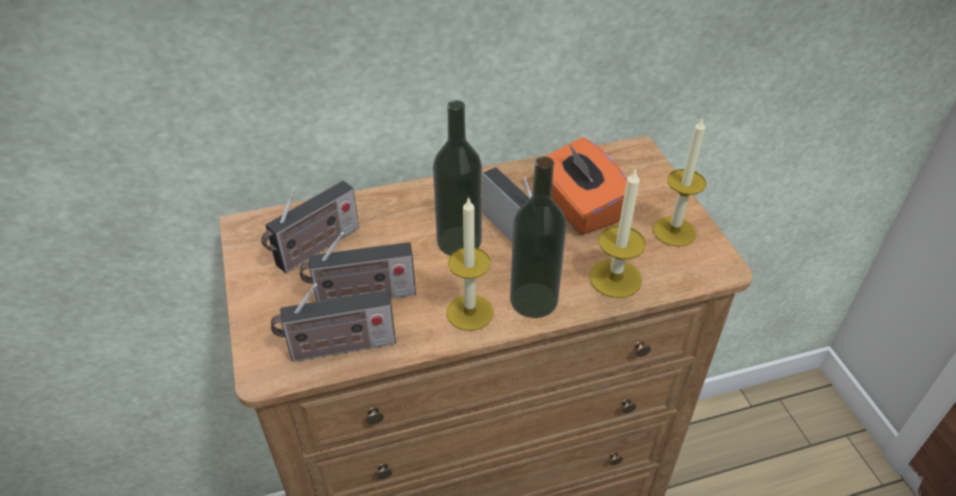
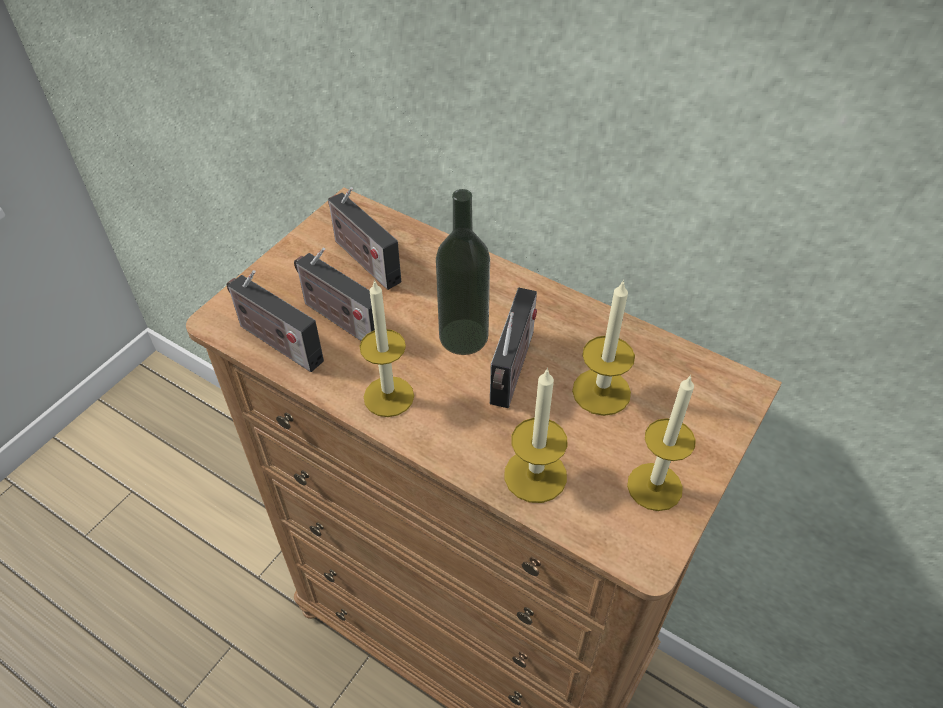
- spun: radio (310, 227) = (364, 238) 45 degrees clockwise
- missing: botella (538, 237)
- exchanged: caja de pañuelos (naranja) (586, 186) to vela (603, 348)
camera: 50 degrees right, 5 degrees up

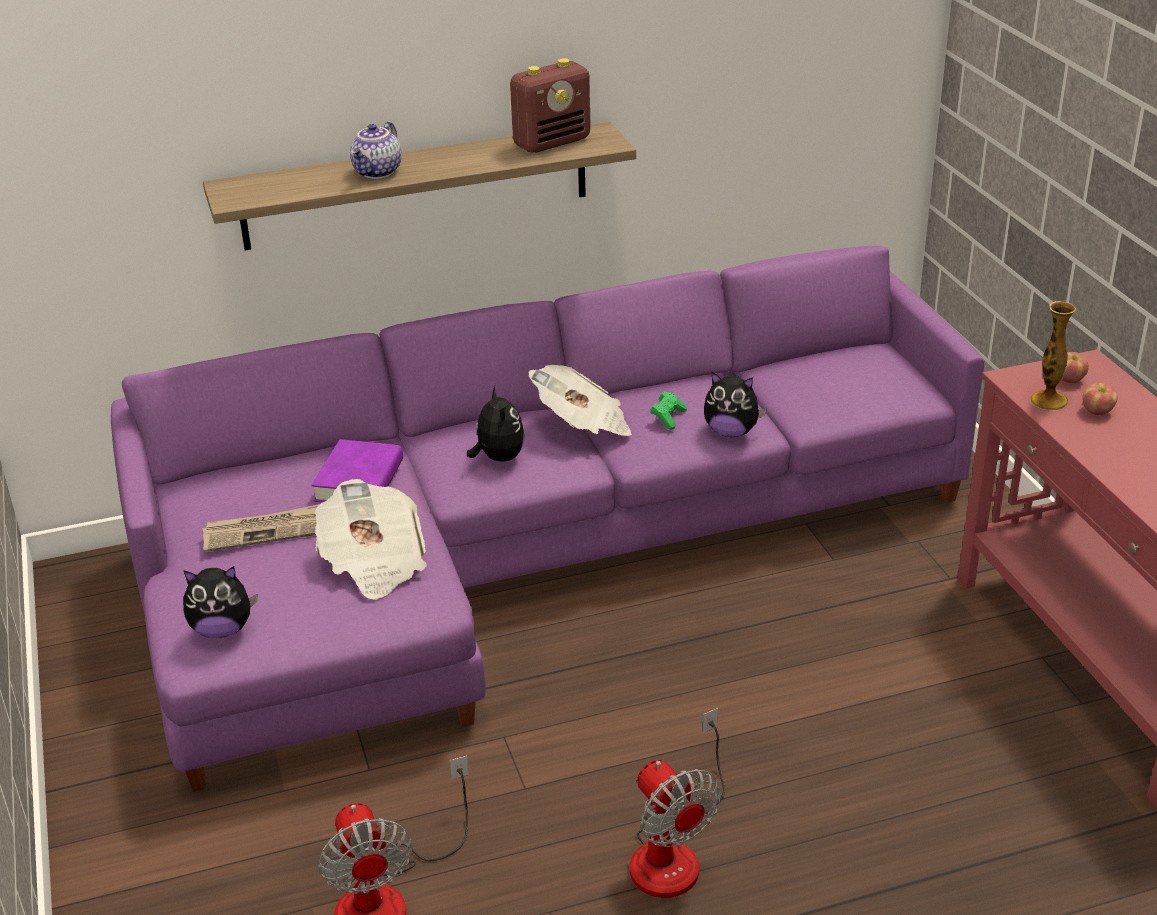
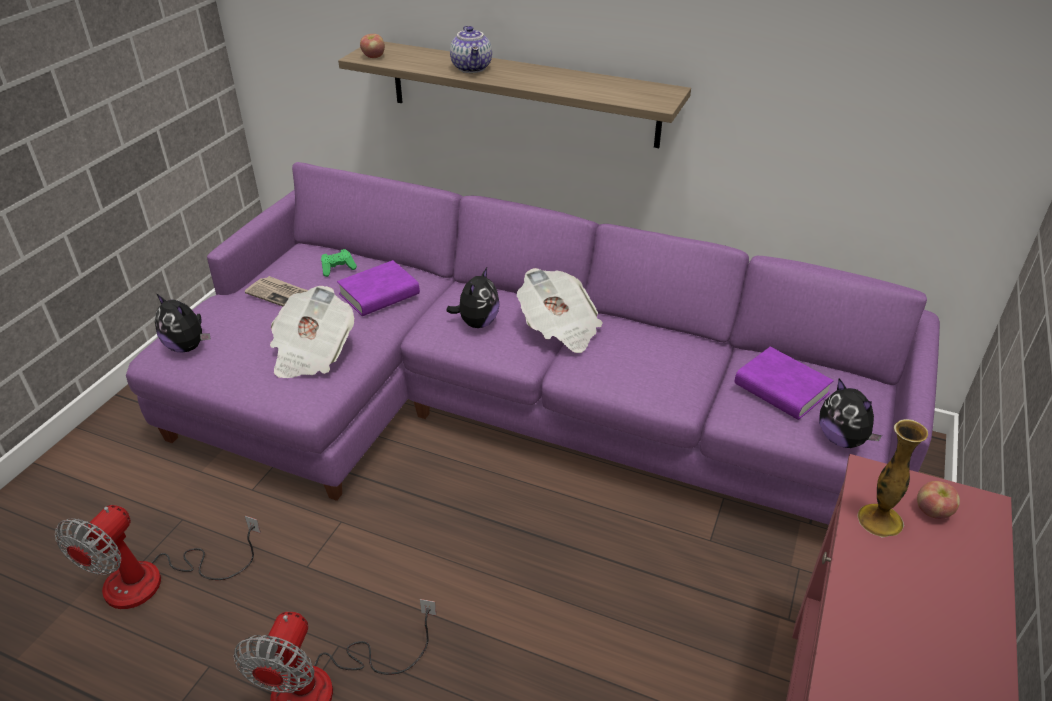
- spun: tetera (375, 150) = (471, 49) 75 degrees counterclockwise
- missing: radio (550, 105)
- relocated: mando de consola (verde) (668, 410) to (339, 263)
- relocated: peluche (735, 404) to (850, 413)
- relocated: manzana (1100, 399) to (372, 46)
- appeared: libro (morado) (784, 383)
camera: 40 degrees right, 5 degrees up

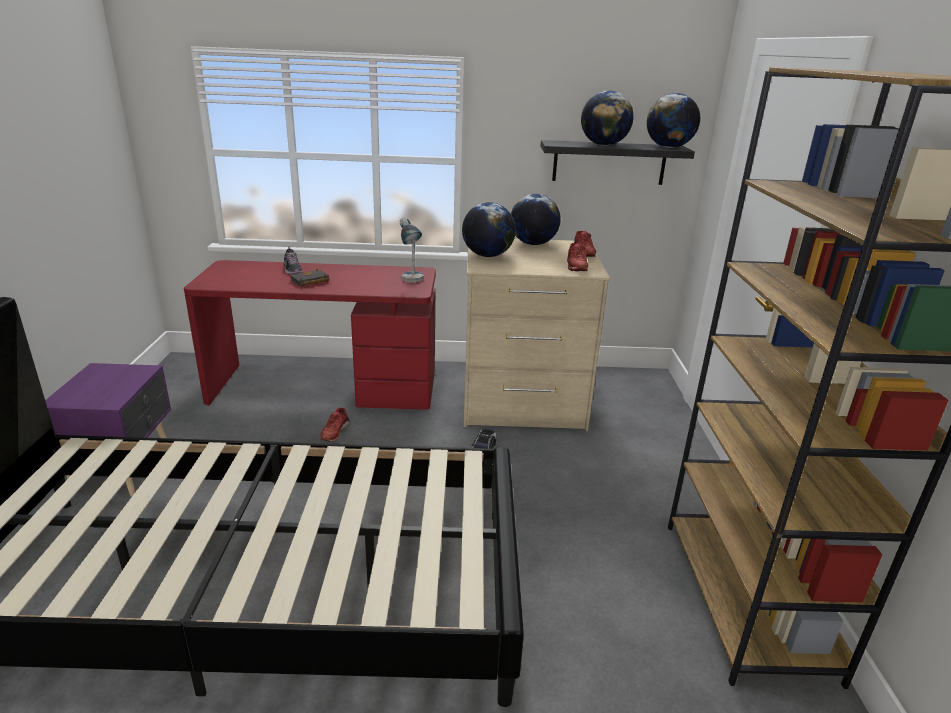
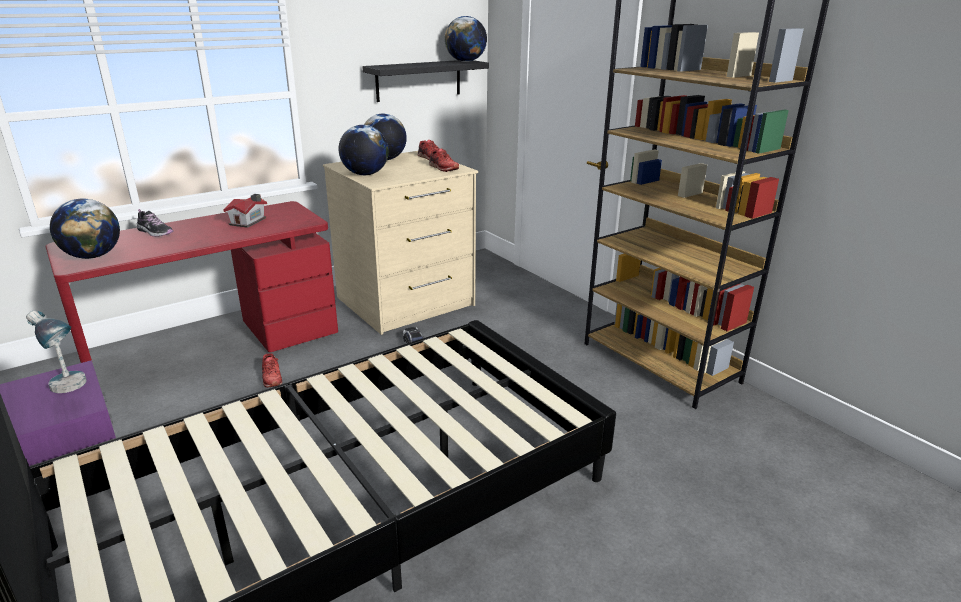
- missing: libro (negro) (309, 278)
- relocated: lámpara de mesa (411, 250) to (56, 352)
- relocated: globo terráqueo (607, 118) to (85, 229)
- appeared: casita (245, 211)
camera: 35 degrees left, 0 degrees up

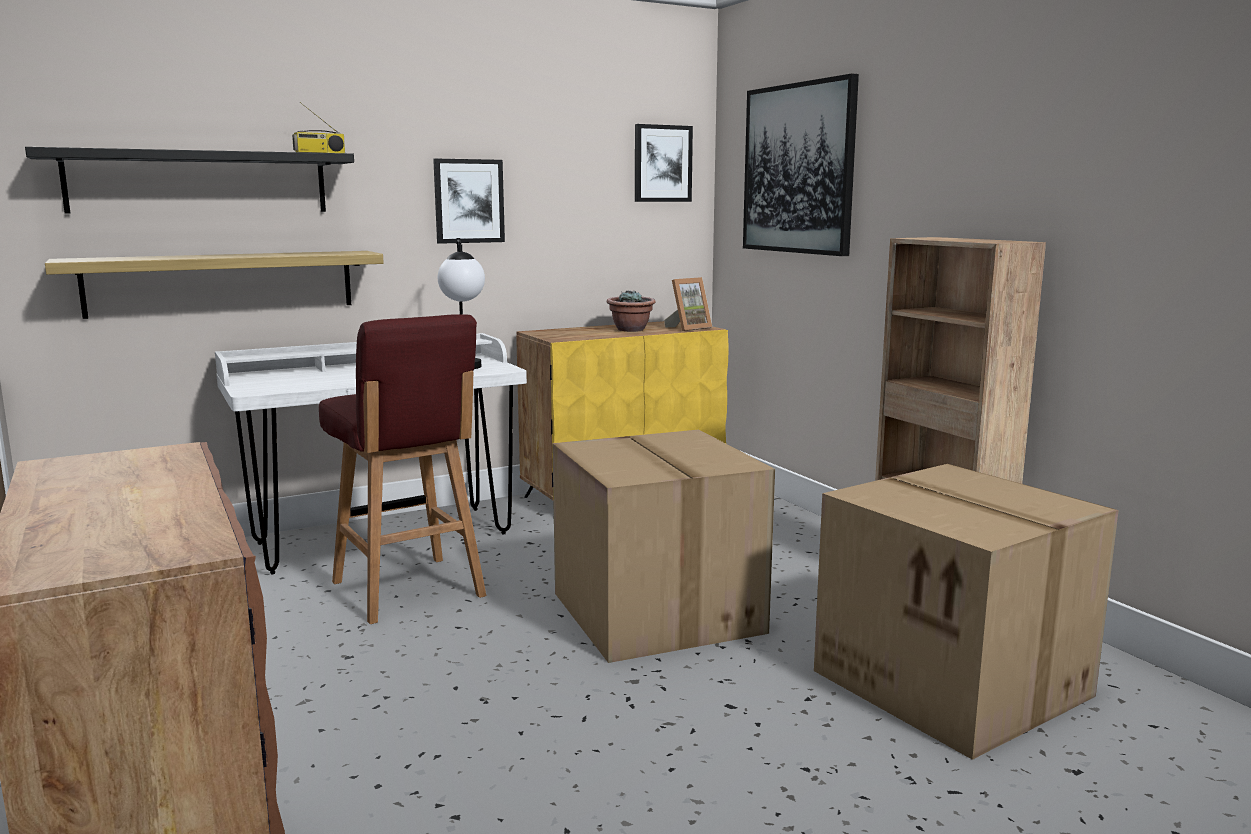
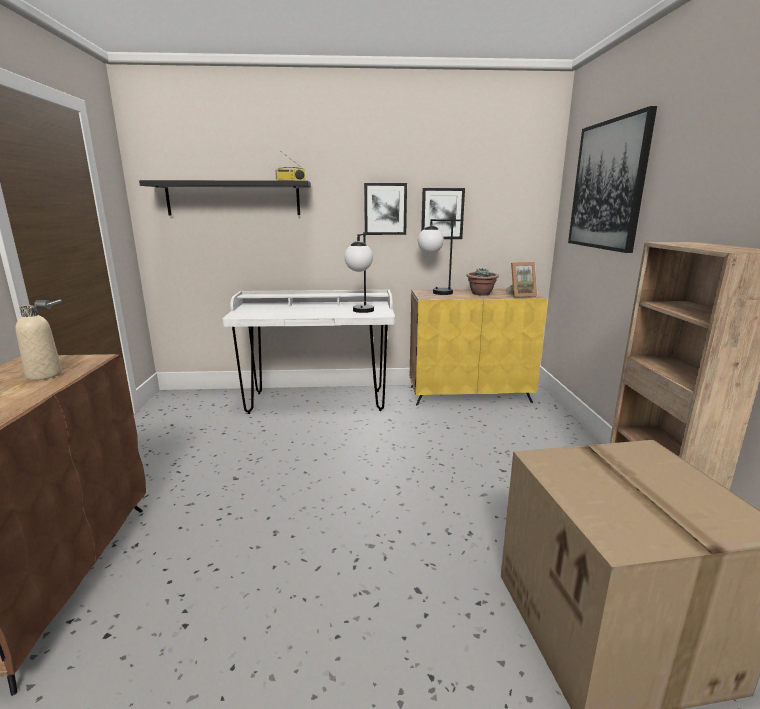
- missing: estante (214, 285)
- missing: taburete (rojo) (402, 469)
- missing: caja de cartón (663, 546)
- relocated: cuadro (664, 163) to (443, 213)
- appeared: botella (beis) (39, 342)
- appeared: lámpara de mesa (439, 257)
camera: 25 degrees right, 5 degrees up

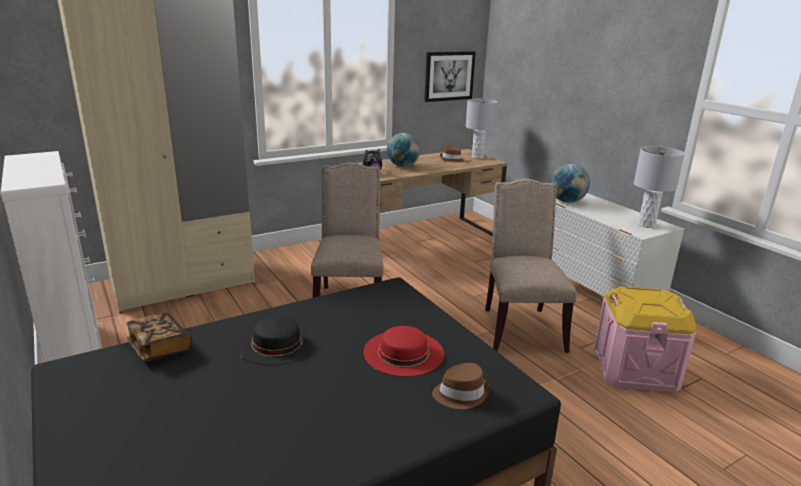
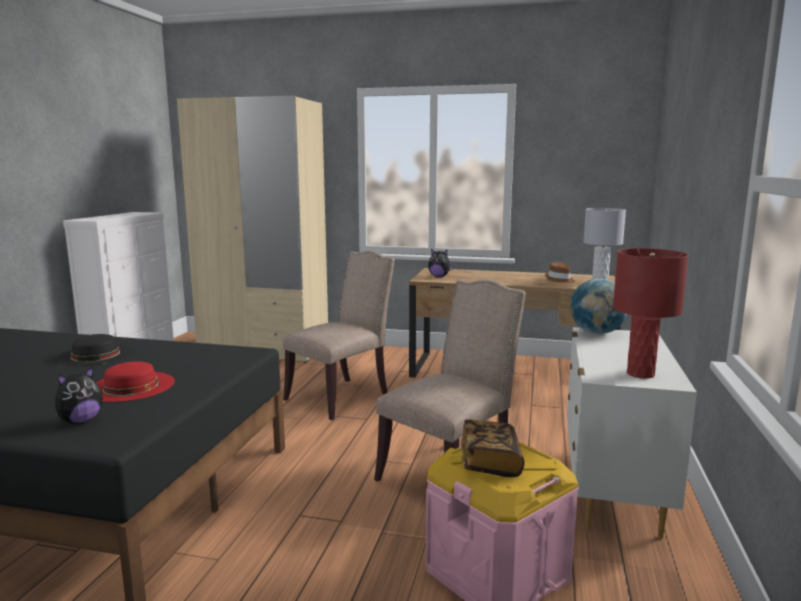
- relocated: libro (159, 337) to (492, 448)
- missing: globo terráqueo (403, 150)
- missing: cuadro (450, 76)
- exchanged: sombrero (marrón) (461, 386) to peluche (79, 395)
- colour: lámpara de mesa (gris) (659, 187) to lámpara de mesa (rojo) (651, 313)
camera: 45 degrees right, 10 degrees down

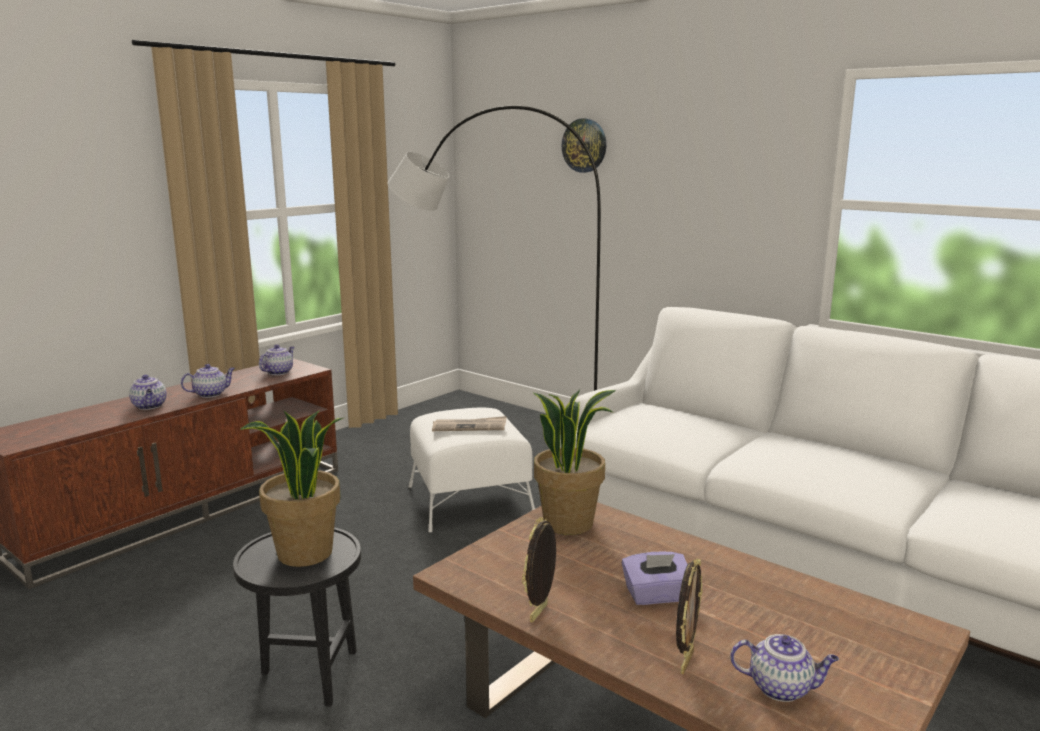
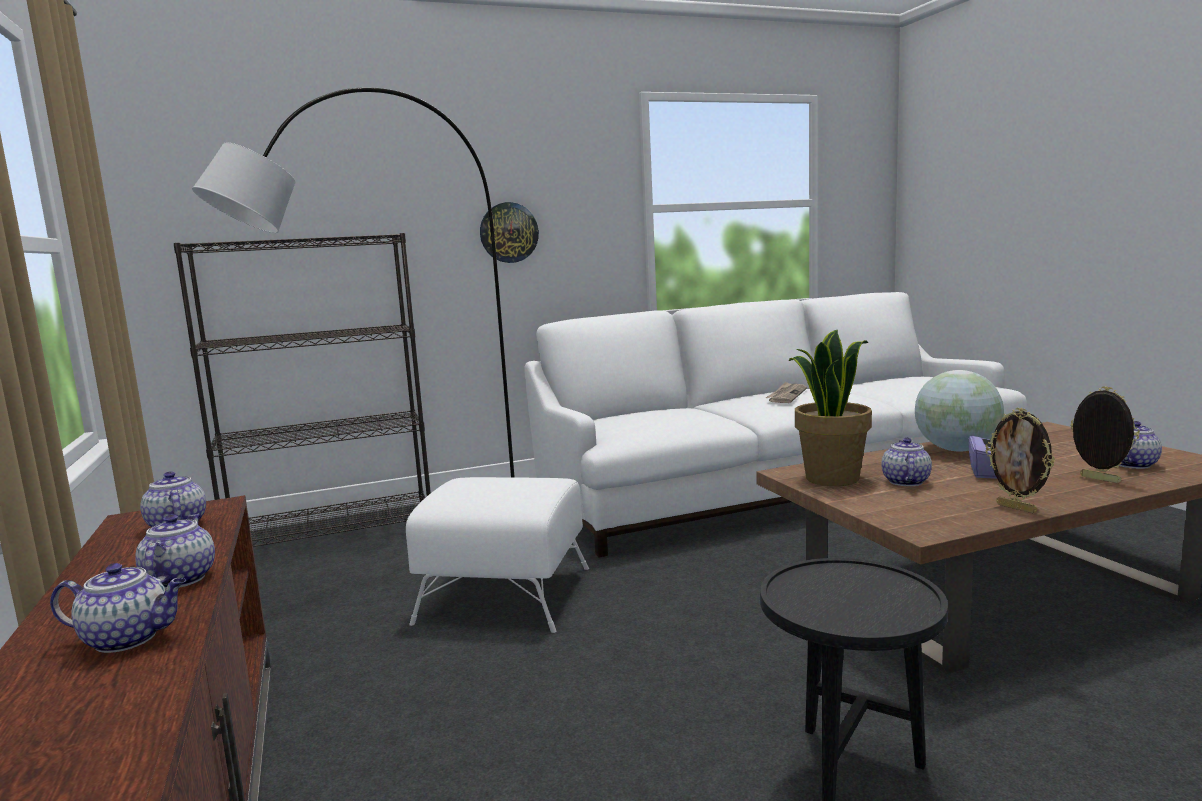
- missing: planta en maceta (291, 489)
- relocated: periódico (469, 423) to (786, 392)
- relocated: reloj de pared (583, 145) to (509, 232)
- appeared: estantería (negro) (302, 390)
- appeared: tetera (906, 462)
- appeared: globo terráqueo (959, 411)
camera: 60 degrees left, 5 degrees down

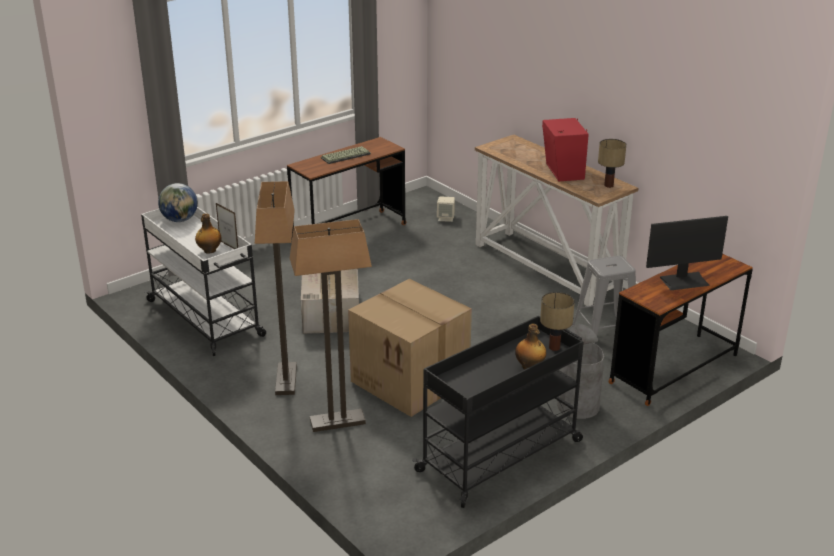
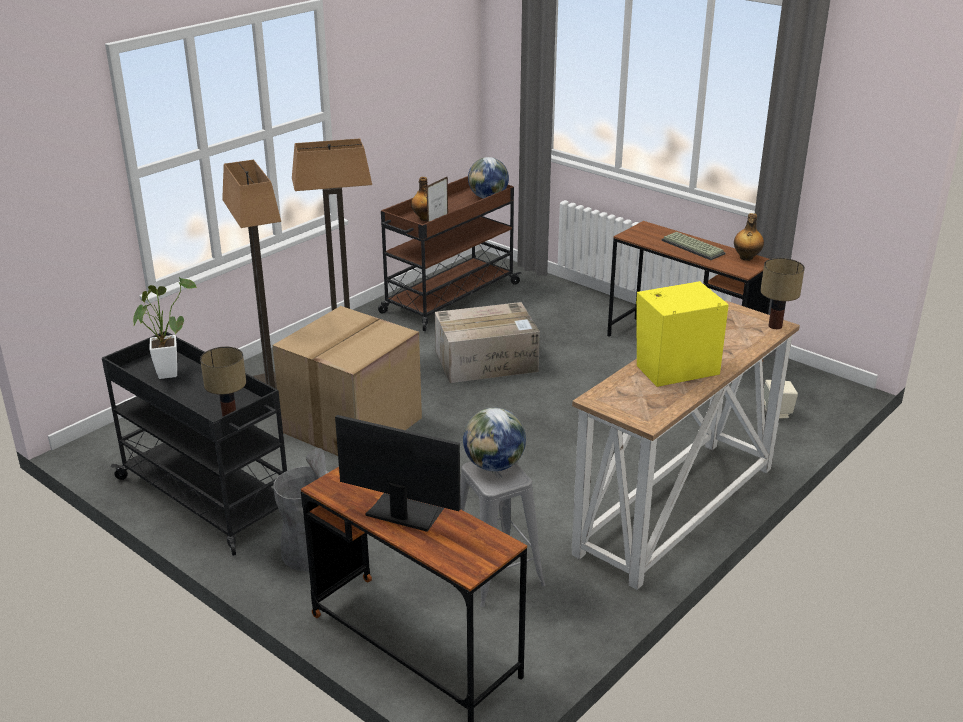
- colour: carrito (blanco) (203, 281) to carrito (marrón) (450, 253)
- relocated: botella (530, 346) to (749, 237)
- colour: altavoz (rojo) (565, 149) to altavoz (amarillo) (682, 334)
- relocated: lámpara de mesa (612, 163) to (782, 293)
- spun: monitor (687, 253) = (398, 473) 135 degrees clockwise
- appeared: planta en maceta (165, 328)
- appeared: globo terráqueo (494, 439)
camera: 80 degrees right, 0 degrees up

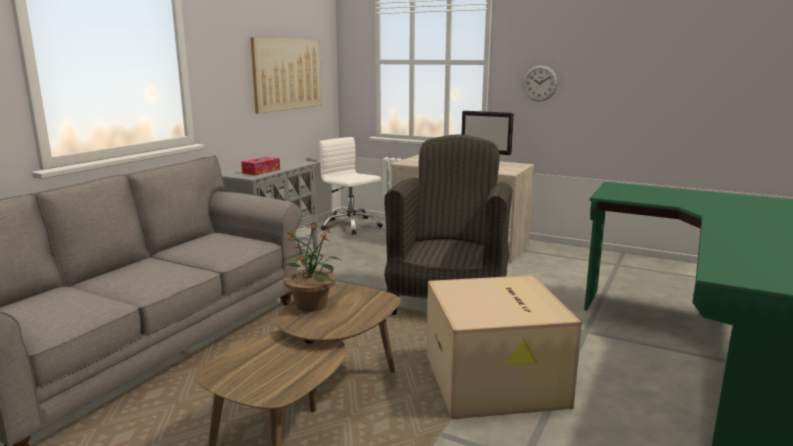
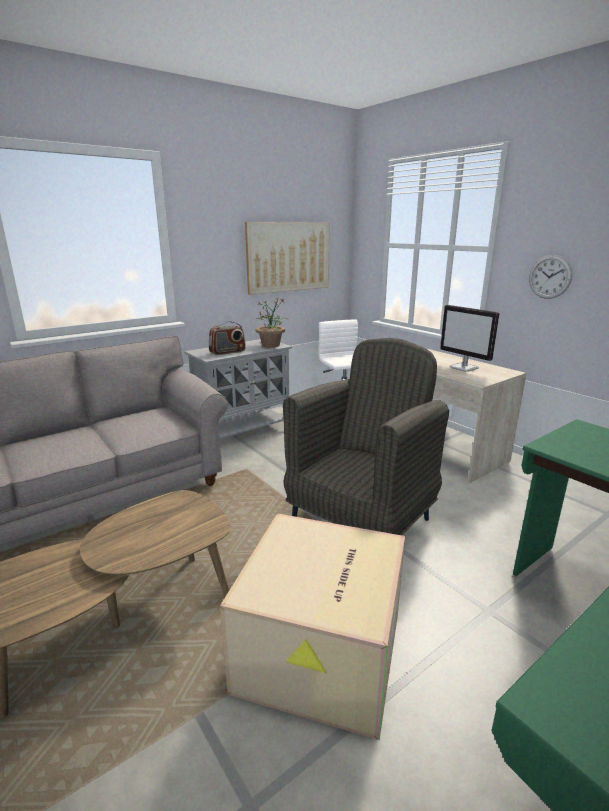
- exchanged: caja de pañuelos (260, 166) to radio (227, 338)
- relocated: planta en maceta (312, 267) to (272, 323)
camera: 25 degrees right, 5 degrees up

